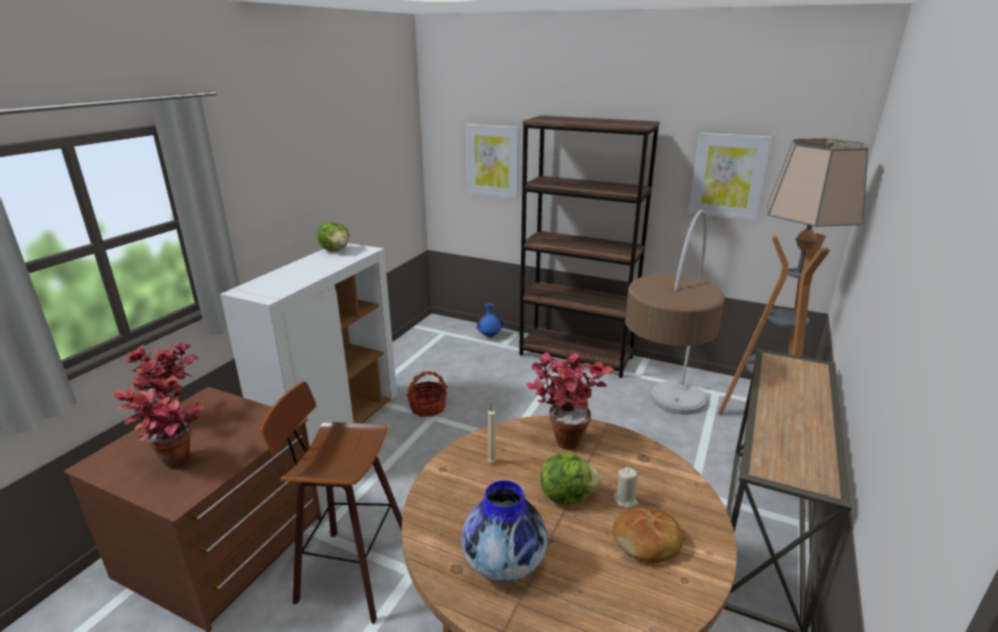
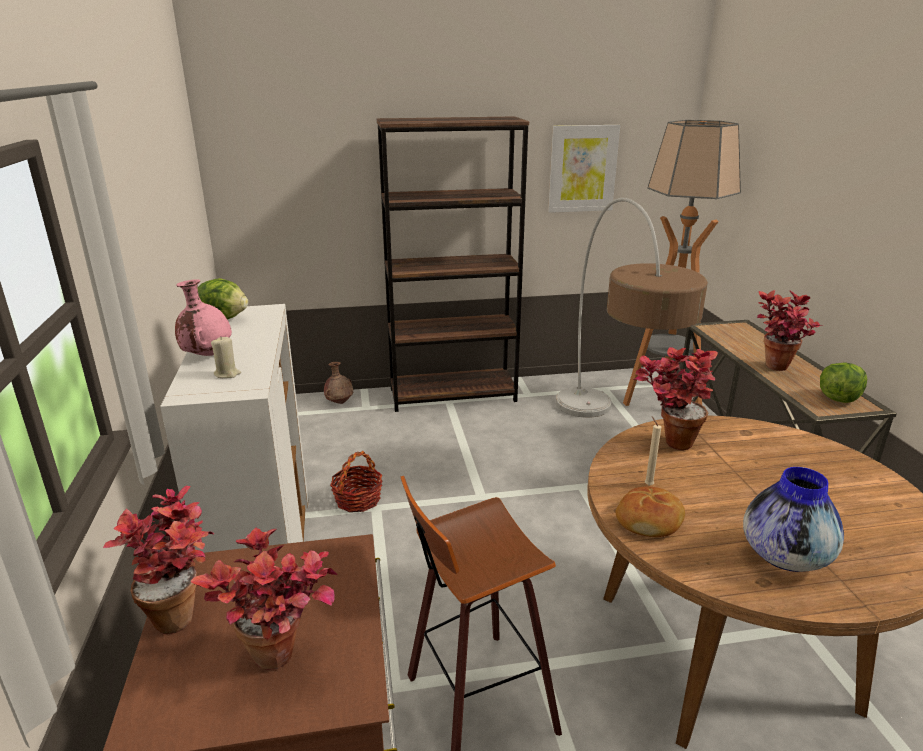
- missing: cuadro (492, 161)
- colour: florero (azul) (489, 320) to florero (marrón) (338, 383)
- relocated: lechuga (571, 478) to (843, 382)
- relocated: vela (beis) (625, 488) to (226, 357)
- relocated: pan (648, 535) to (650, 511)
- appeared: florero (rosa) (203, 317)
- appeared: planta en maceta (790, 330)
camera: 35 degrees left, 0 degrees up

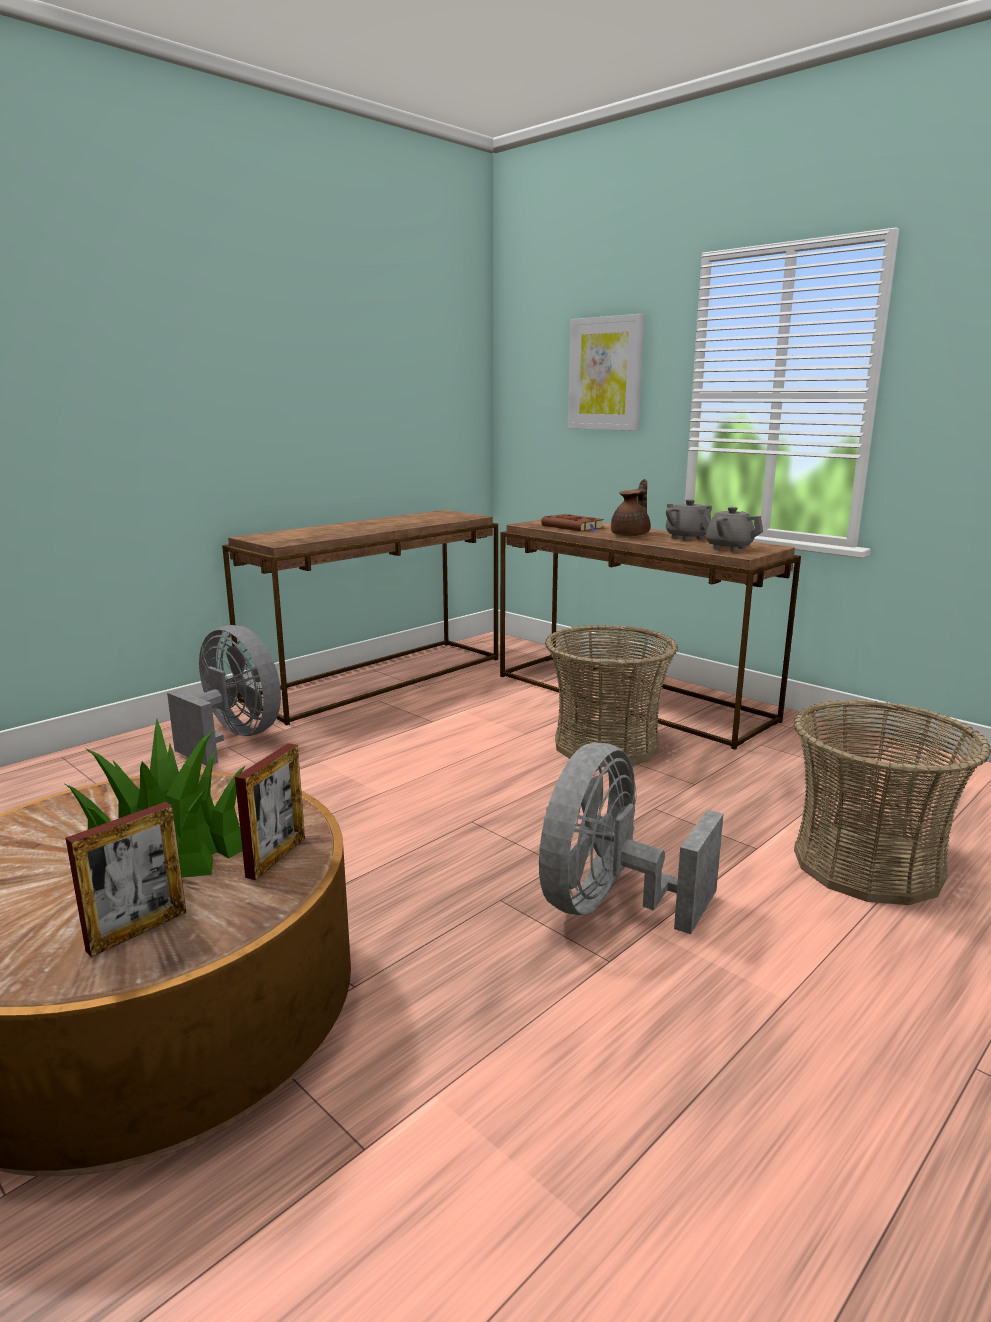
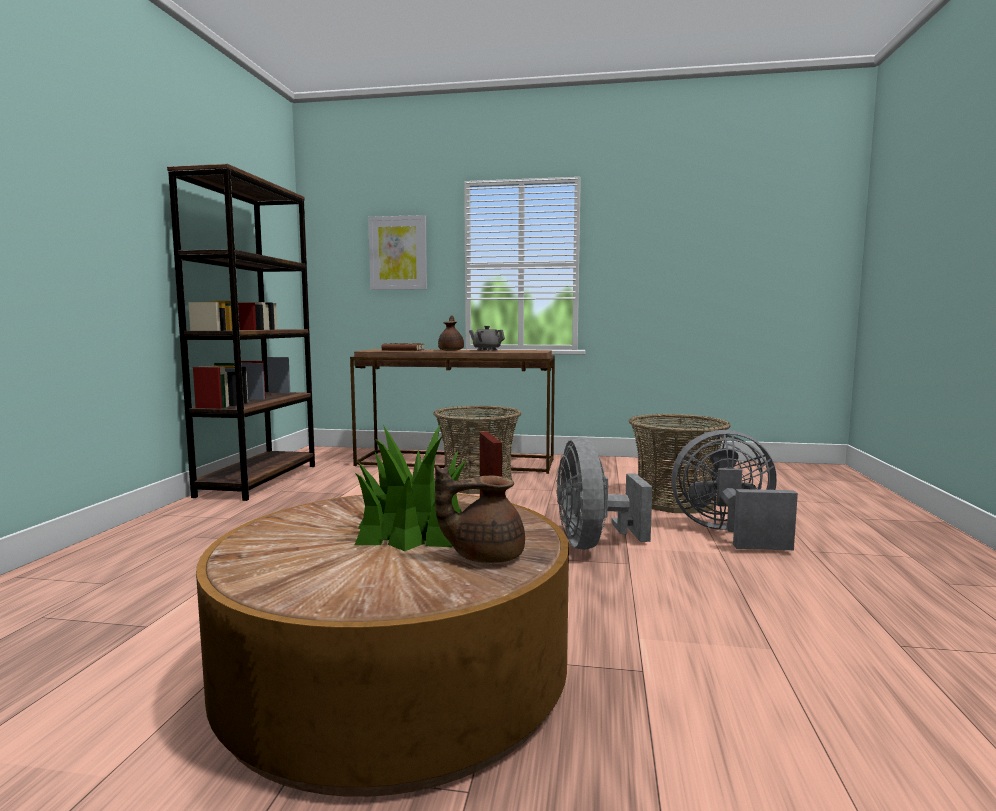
- exchanged: portarretratos (126, 879) to tetera (marrón) (480, 514)
- relocated: ventilador (gris) (224, 695) to (734, 490)
- exchanged: mesa consola (marrón) (360, 617) to estantería (marrón) (241, 332)
- missing: tetera (gris) (731, 529)
camera: 35 degrees left, 10 degrees down

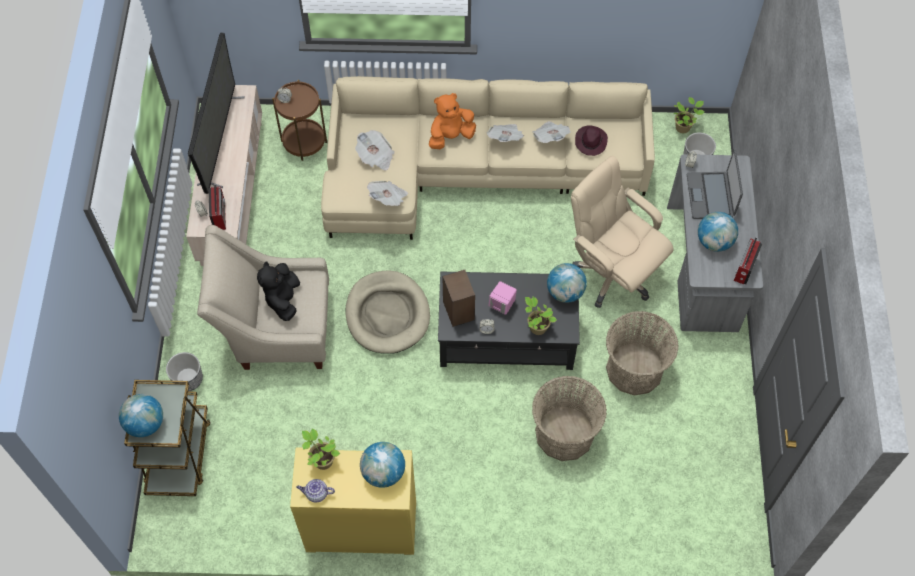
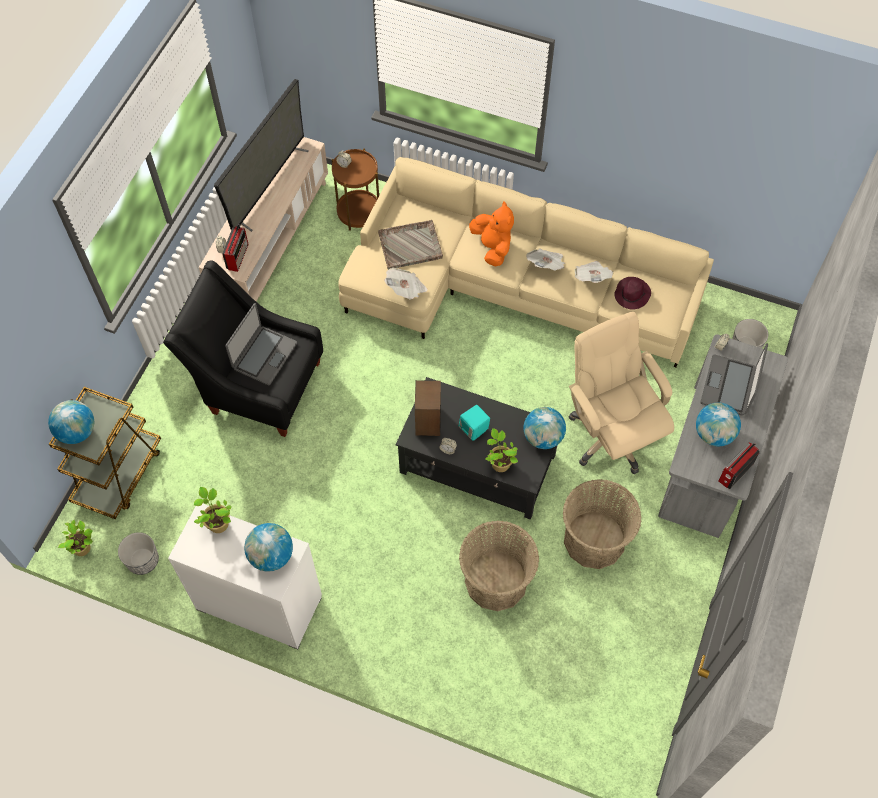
- relocated: maceta (184, 372) to (138, 553)
- colour: sillón (beis) (263, 297) to sillón (negro) (243, 348)
- exchanged: peluche (negro) (278, 291) to portátil (261, 344)
- colour: armario (amarillo) (353, 501) to armario (blanco) (245, 576)
- missing: tetera (315, 491)
- missing: cama para perro (beis) (388, 312)
- exchanged: periódico (375, 150) to bandeja (gris) (410, 245)
- spun: peluche (naranja) (452, 121) = (491, 234) 75 degrees clockwise
- colour: altavoz (rosa) (502, 298) to altavoz (turquesa) (474, 422)
- relocated: planta en maceta (689, 115) to (75, 538)
camera: 20 degrees right, 0 degrees up

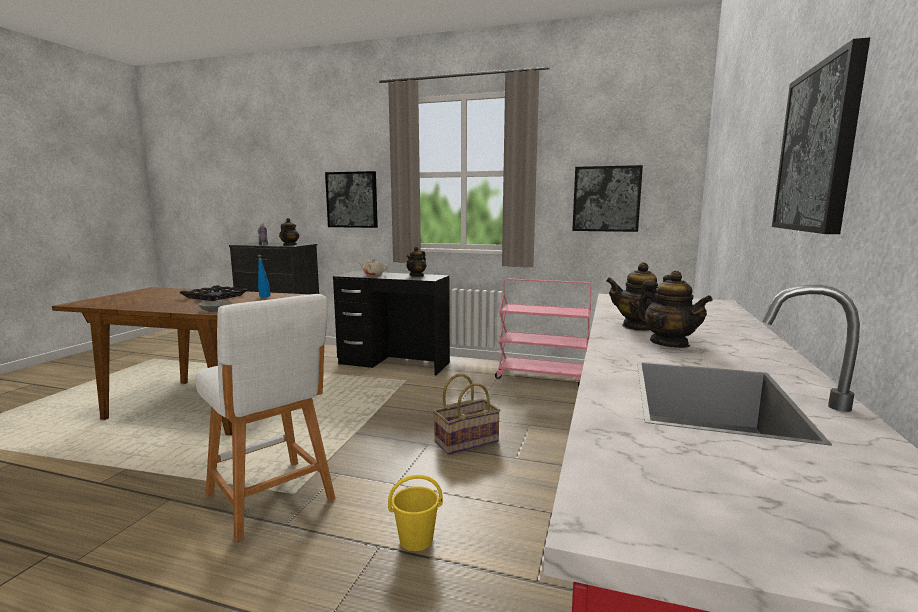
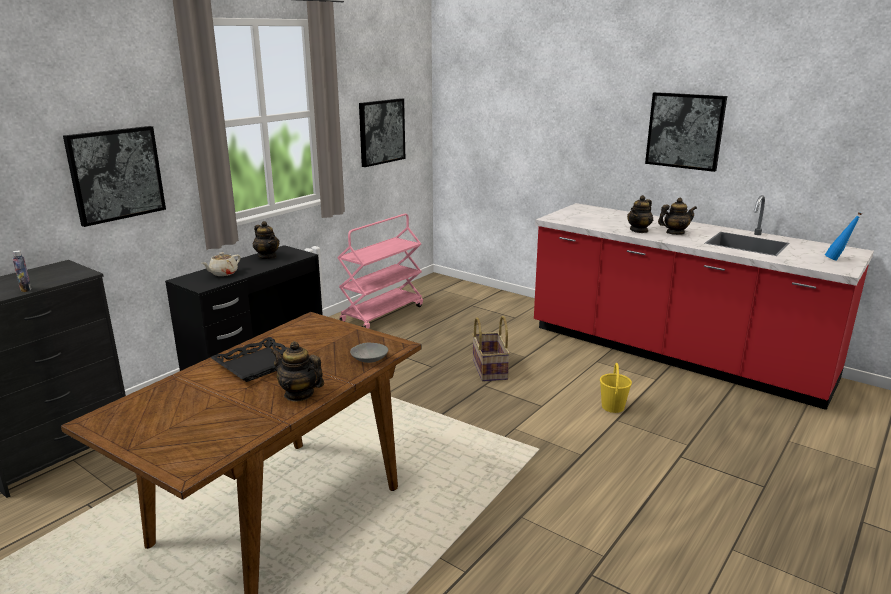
- missing: taburete (blanco) (266, 417)
- relocated: botella (azul) (264, 276) to (843, 236)
- relocated: tetera (289, 232) to (297, 371)
camera: 70 degrees left, 10 degrees up

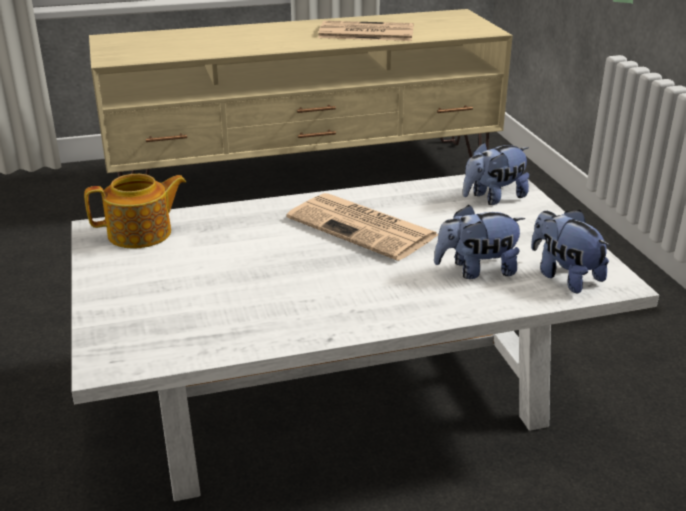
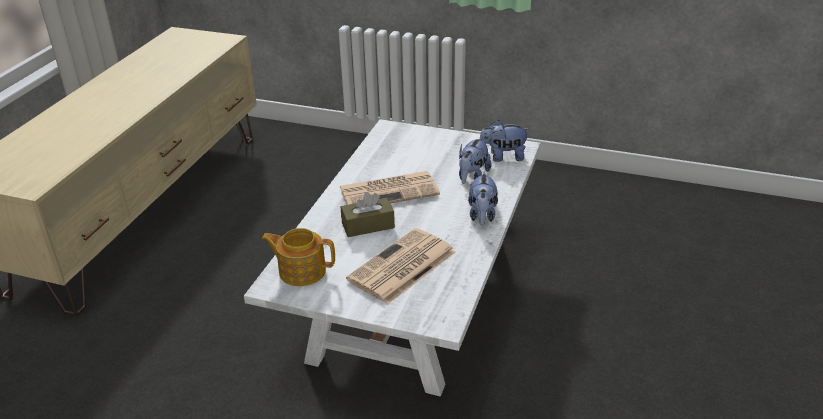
- spun: tetera (135, 211) = (298, 257) 90 degrees counterclockwise
- relocated: periódico (366, 31) to (401, 266)
- relocated: peluche (496, 173) to (483, 198)
- appeared: caja de pañuelos (marrón) (368, 214)
camera: 55 degrees left, 5 degrees up

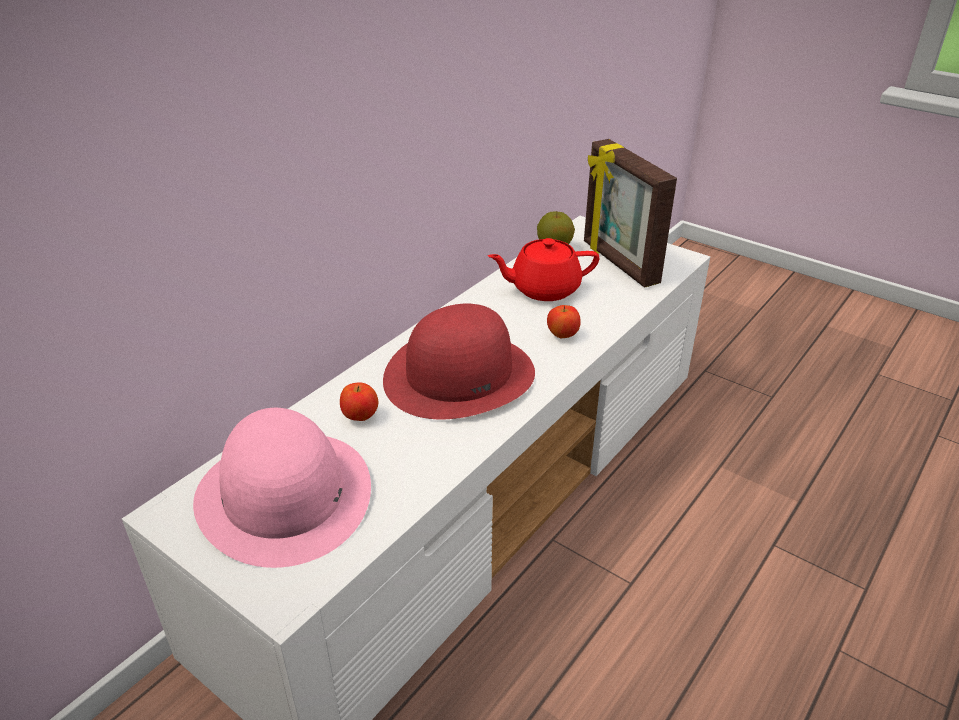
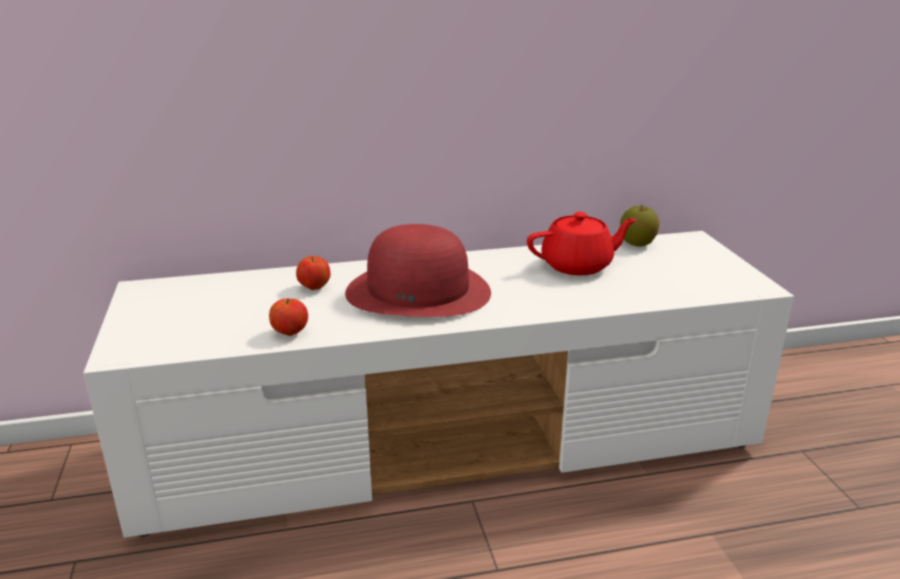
- missing: sombrero (rosa) (282, 488)
- spun: tetera (rojo) (544, 269) = (582, 244) 135 degrees clockwise
- relocated: manzana (564, 321) to (288, 317)
- missing: portarretratos (630, 213)
camera: 40 degrees right, 10 degrees down

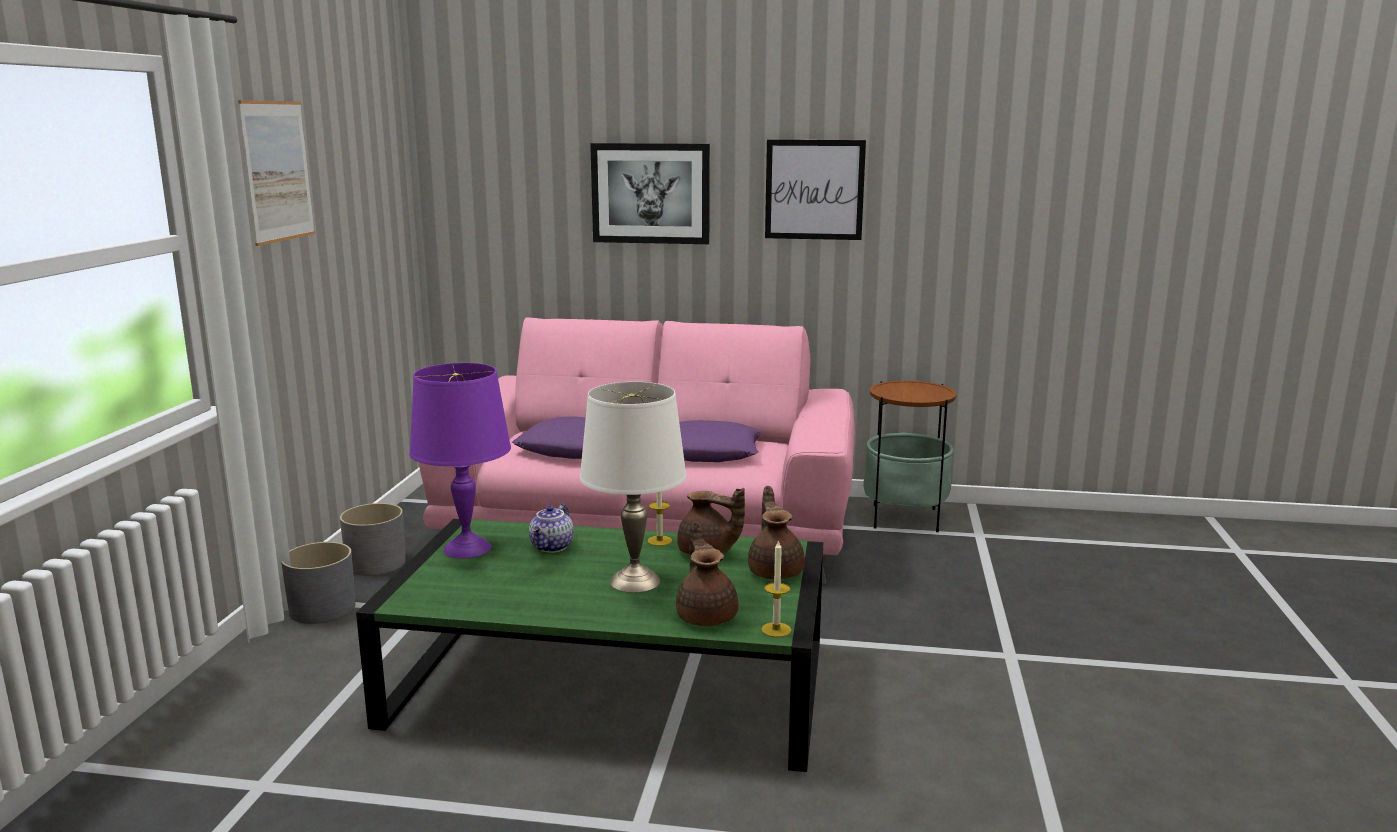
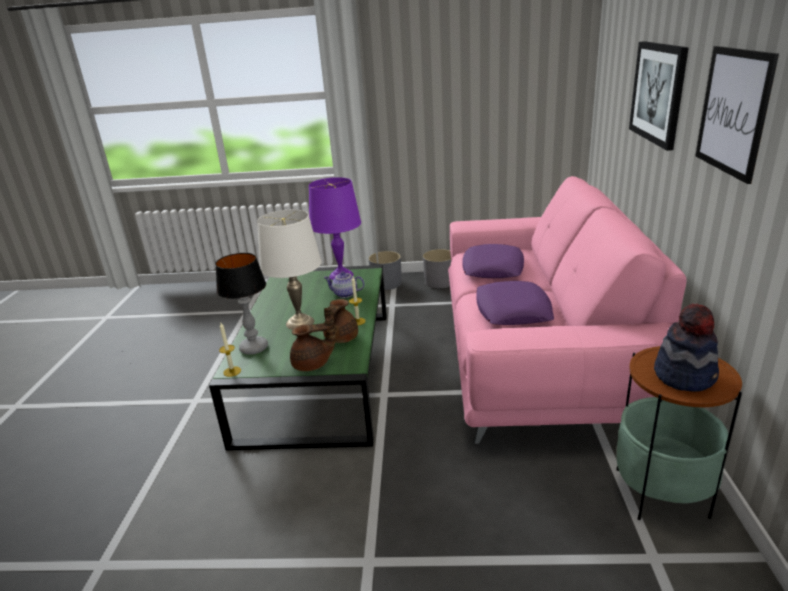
- missing: cuadro (276, 173)
- exchanged: tetera (marrón) (707, 573) to lámpara de mesa (241, 304)
- appeared: sombrero (686, 347)
camera: 85 degrees right, 10 degrees up

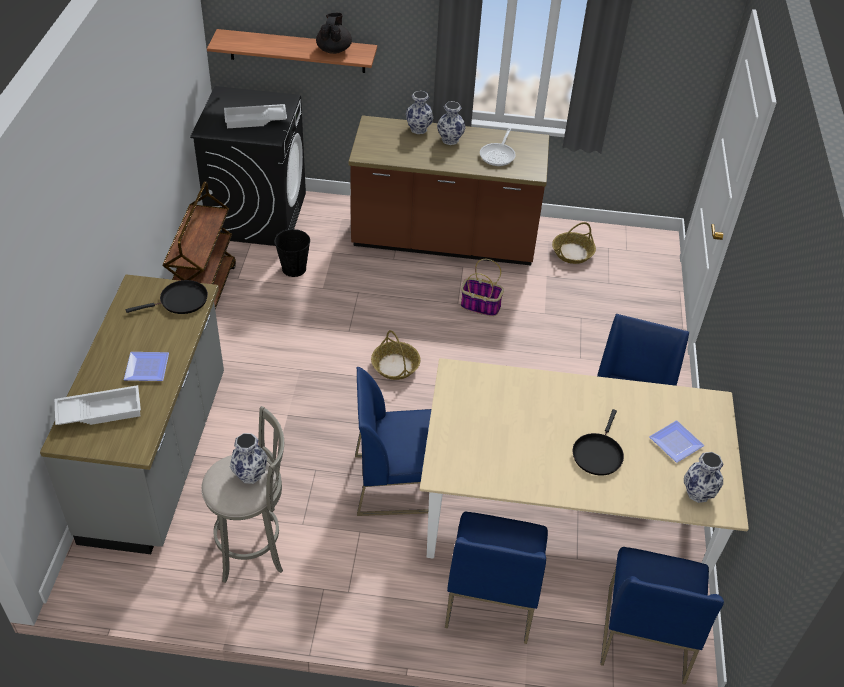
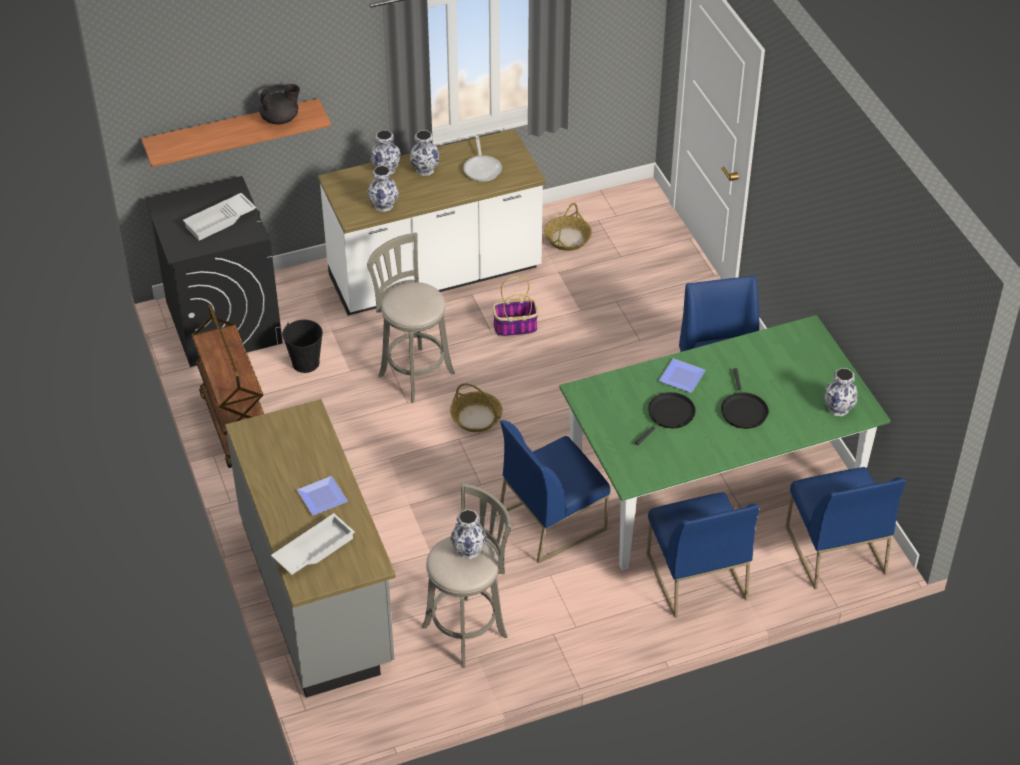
- relocated: sartén (negro) (167, 297) to (665, 418)
- spun: tetera (negro) (334, 33) = (279, 104) 90 degrees clockwise
- colour: mueble bajo de cocina (marrón) (449, 190) to mueble bajo de cocina (blanco) (432, 222)
- colour: mesa de comedor (beis) (584, 467) to mesa de comedor (verde) (725, 442)
- relocated: plato (676, 441) to (682, 375)
- appeared: florero (383, 189)
- appeared: taburete (gris) (411, 318)
camera: 25 degrees left, 0 degrees up

